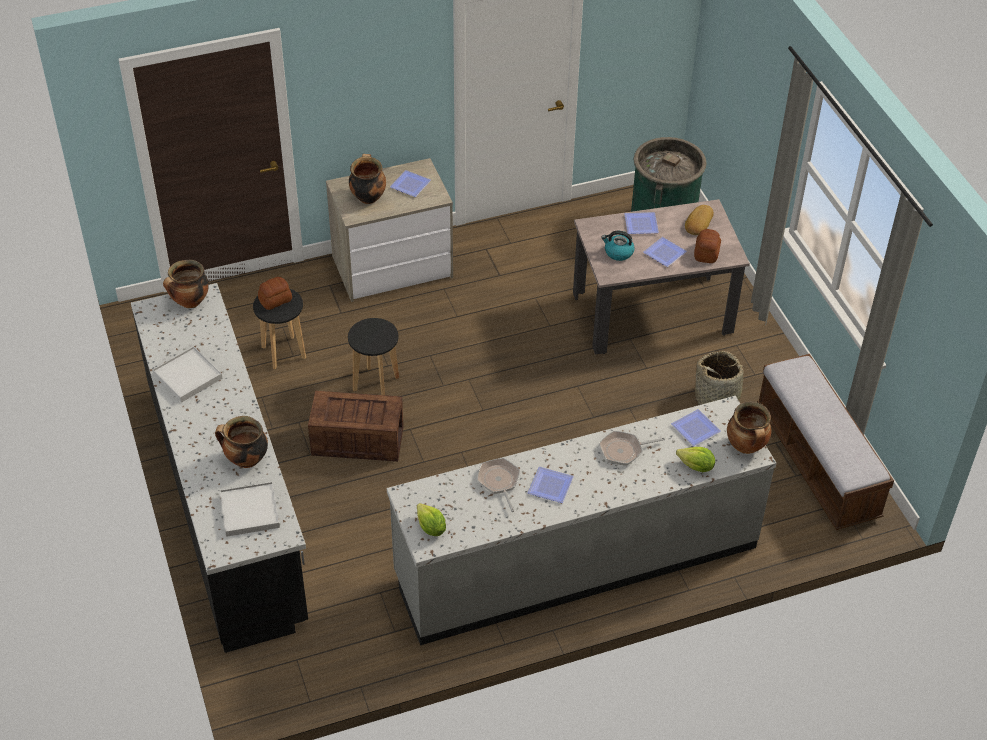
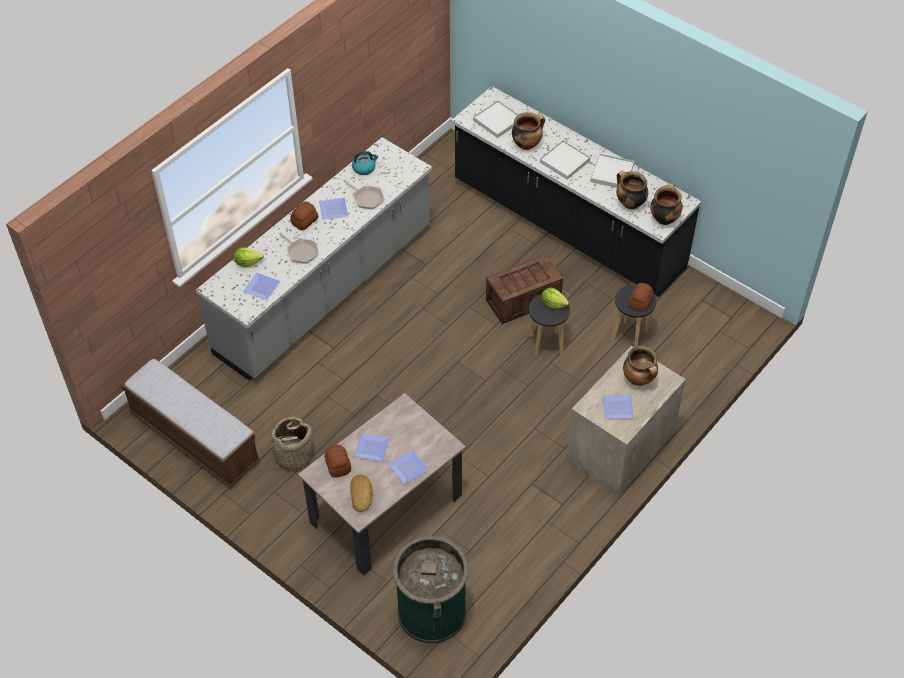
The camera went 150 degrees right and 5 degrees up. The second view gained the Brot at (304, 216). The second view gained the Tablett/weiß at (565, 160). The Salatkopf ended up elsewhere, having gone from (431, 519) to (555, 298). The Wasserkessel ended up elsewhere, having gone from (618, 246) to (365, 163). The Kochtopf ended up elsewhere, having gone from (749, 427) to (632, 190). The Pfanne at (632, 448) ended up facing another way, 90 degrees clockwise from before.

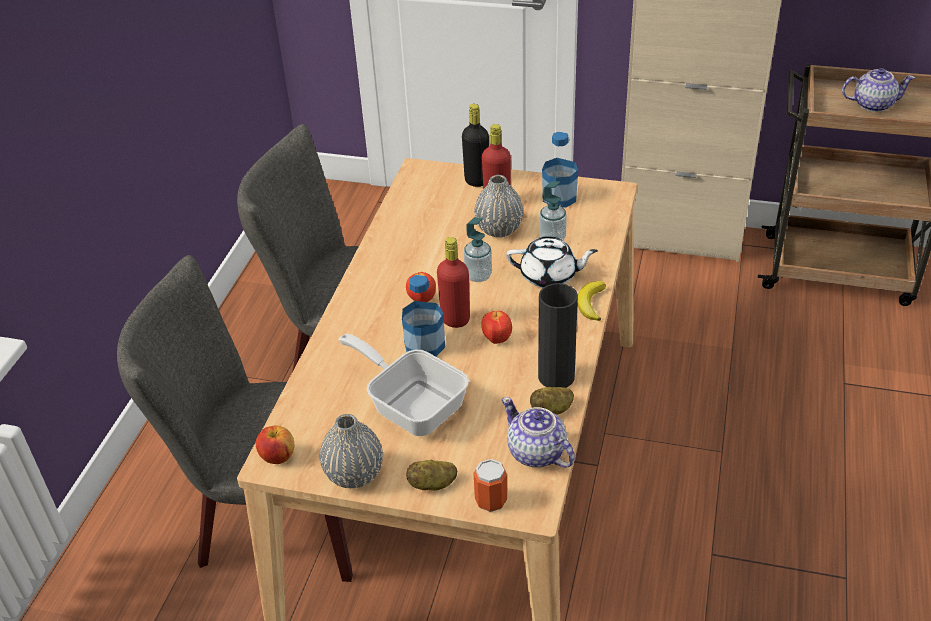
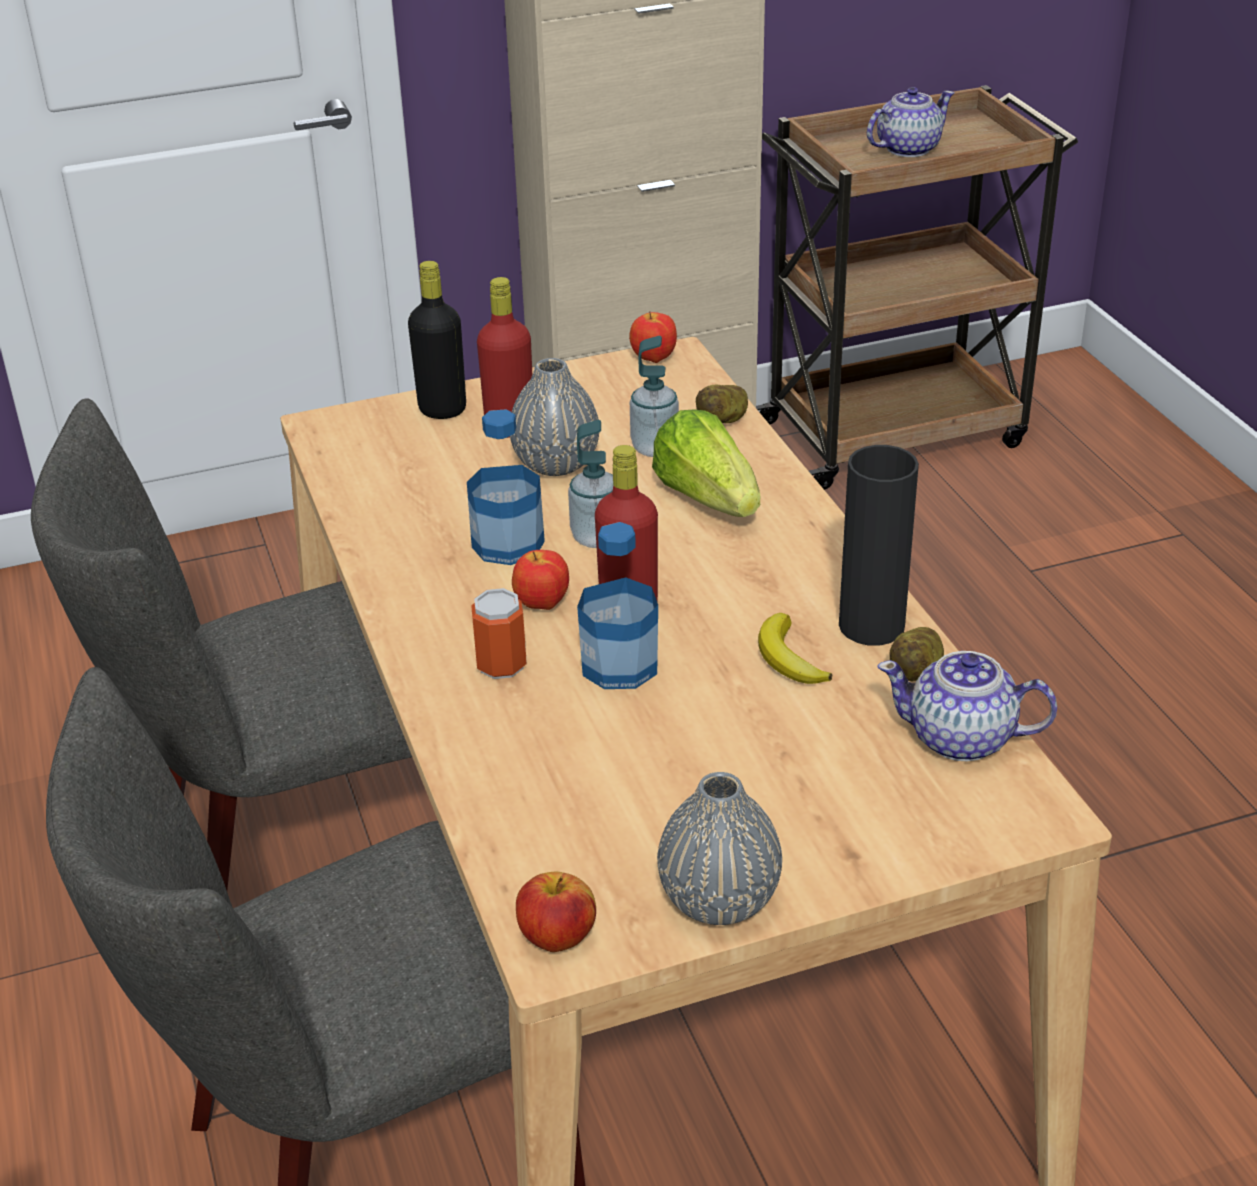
The camera went 35 degrees left and 5 degrees down. The second view lost the Pfanne at (403, 385). The Kartoffel ended up elsewhere, having gone from (431, 475) to (722, 404). The Dose ended up elsewhere, having gone from (490, 485) to (499, 633). The Apfel ended up elsewhere, having gone from (496, 327) to (653, 337). The Flasche ended up elsewhere, having gone from (560, 169) to (506, 487). The Banane ended up elsewhere, having gone from (591, 301) to (795, 648). Where the Teekanne/weiß stood at (552, 262), the Salatkopf came to stand at (706, 463).

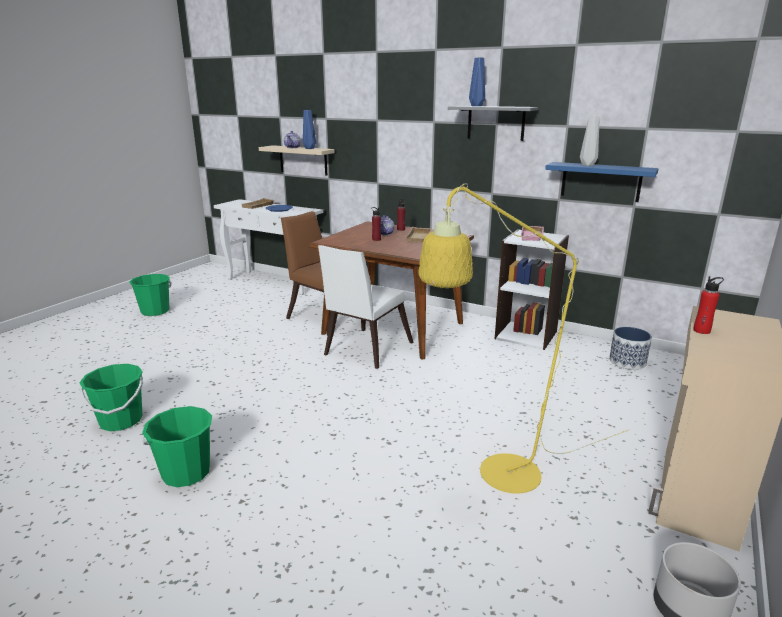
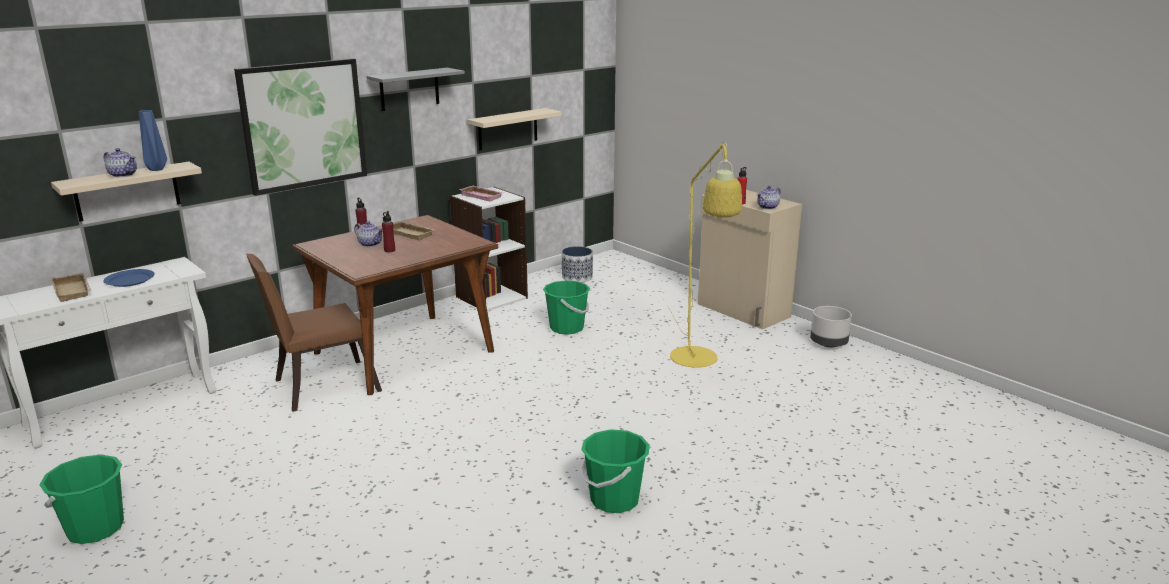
The camera went 70 degrees left and 0 degrees up. The second view lost the Stuhl/weiß at (365, 307). The second view lost the Vase/blau at (477, 82). The second view lost the Vase/grau at (590, 141). The second view gained the Bild at (300, 127). The second view gained the Teekanne at (769, 198). The Eimer/grün ended up elsewhere, having gone from (111, 397) to (566, 307). What was the Wandregal/blau at (602, 182) turned into the Wandregal/beige at (514, 129).

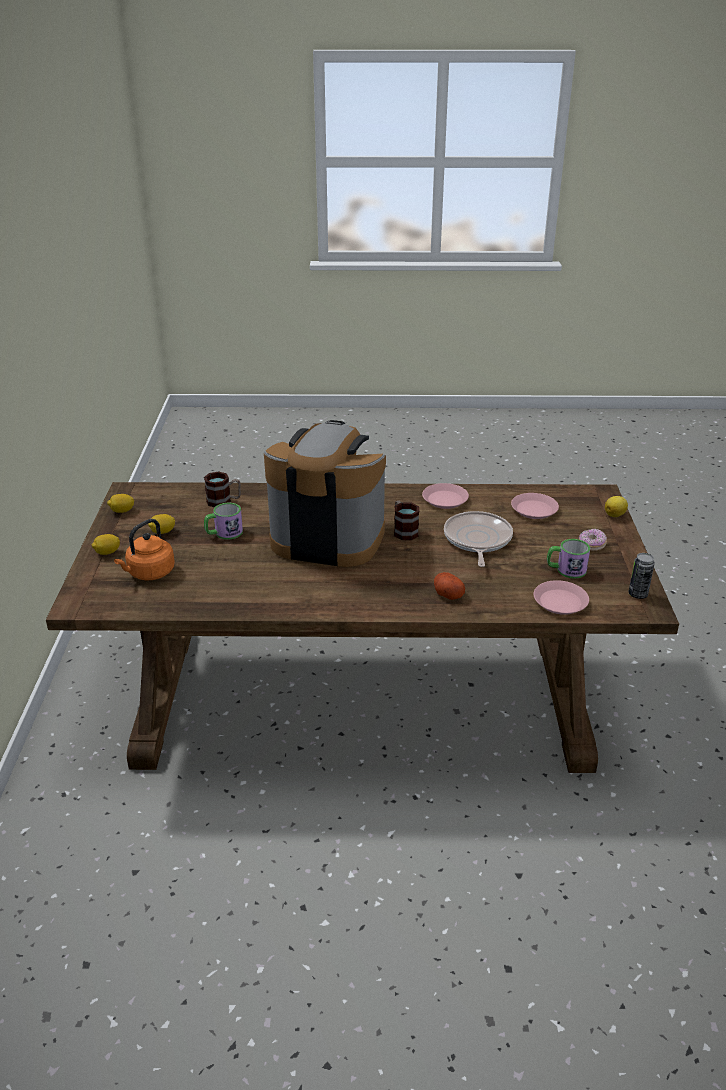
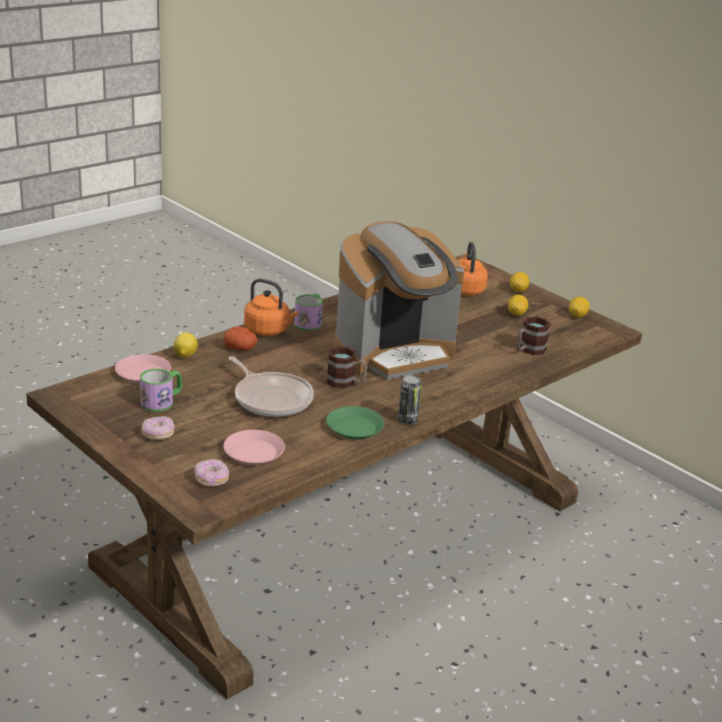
The camera went 135 degrees right and 5 degrees down. The second view gained the Donut at (211, 473). The second view gained the Wasserkessel/orange at (271, 307). The Henkelbecher ended up elsewhere, having gone from (223, 521) to (308, 312). The Zitrone ended up elsewhere, having gone from (616, 506) to (186, 345). The Dose ended up elsewhere, having gone from (642, 576) to (410, 399). What was the Teller/rosa at (445, 496) turned into the Teller/grün at (355, 422).

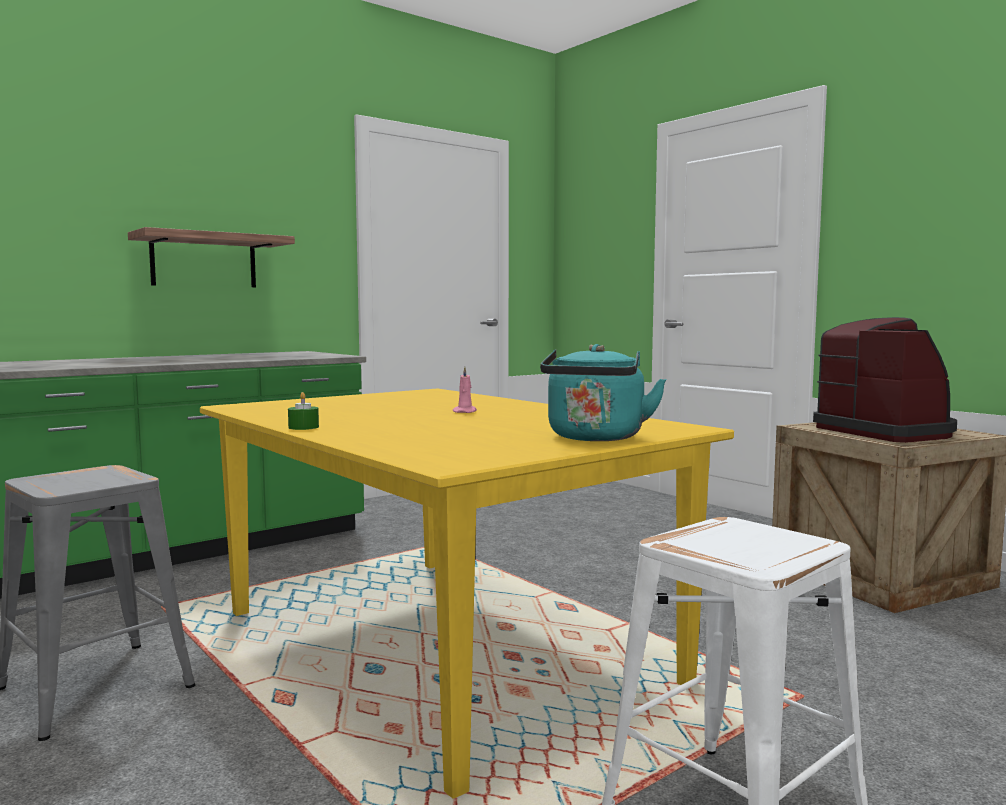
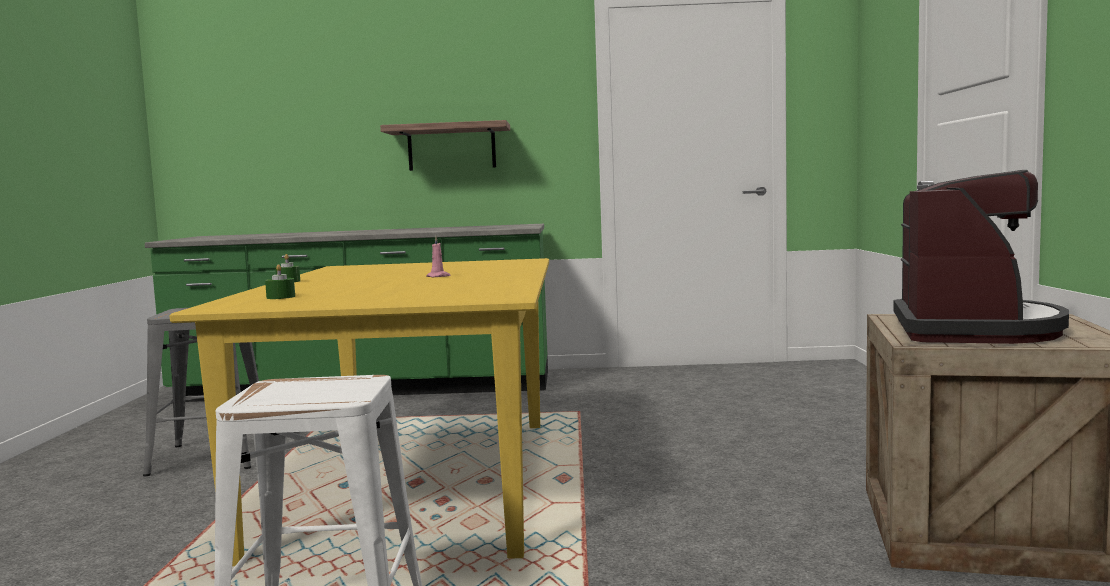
The camera went 40 degrees right and 0 degrees up. The second view lost the Wasserkessel/türkis at (603, 392). The second view gained the Kerze/grün at (280, 281).

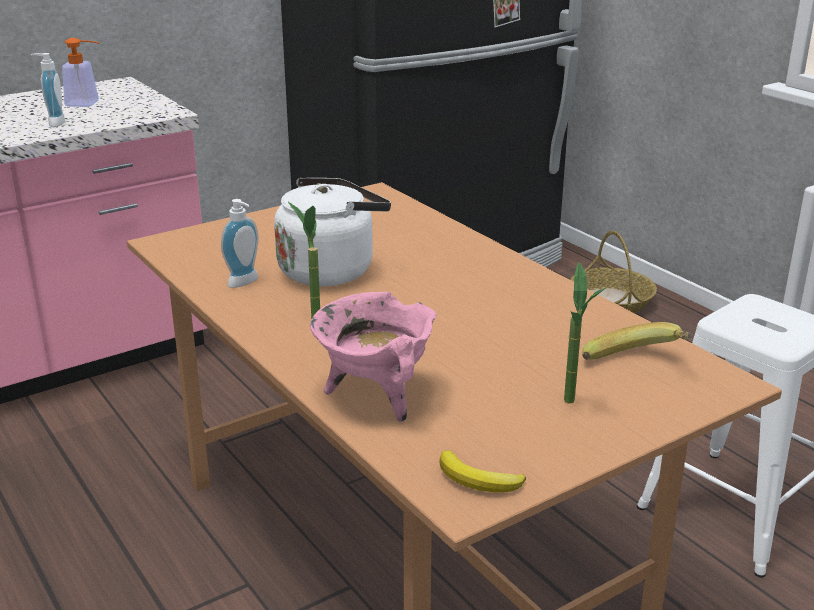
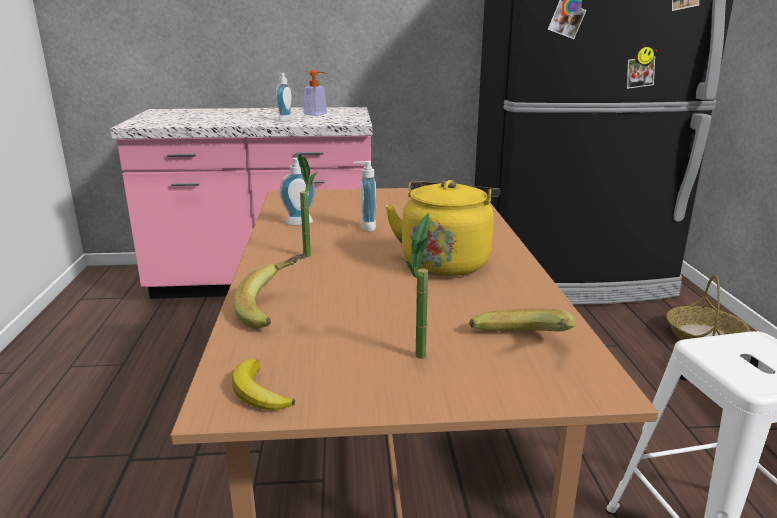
The camera went 30 degrees right and 5 degrees down. The second view gained the Wasserkessel/gelb at (442, 228). Where the Wasserkessel/weiß stood at (332, 232), the Seifenspender came to stand at (364, 196). Where the Kochtopf/rosa stood at (372, 357), the Banane came to stand at (269, 291).

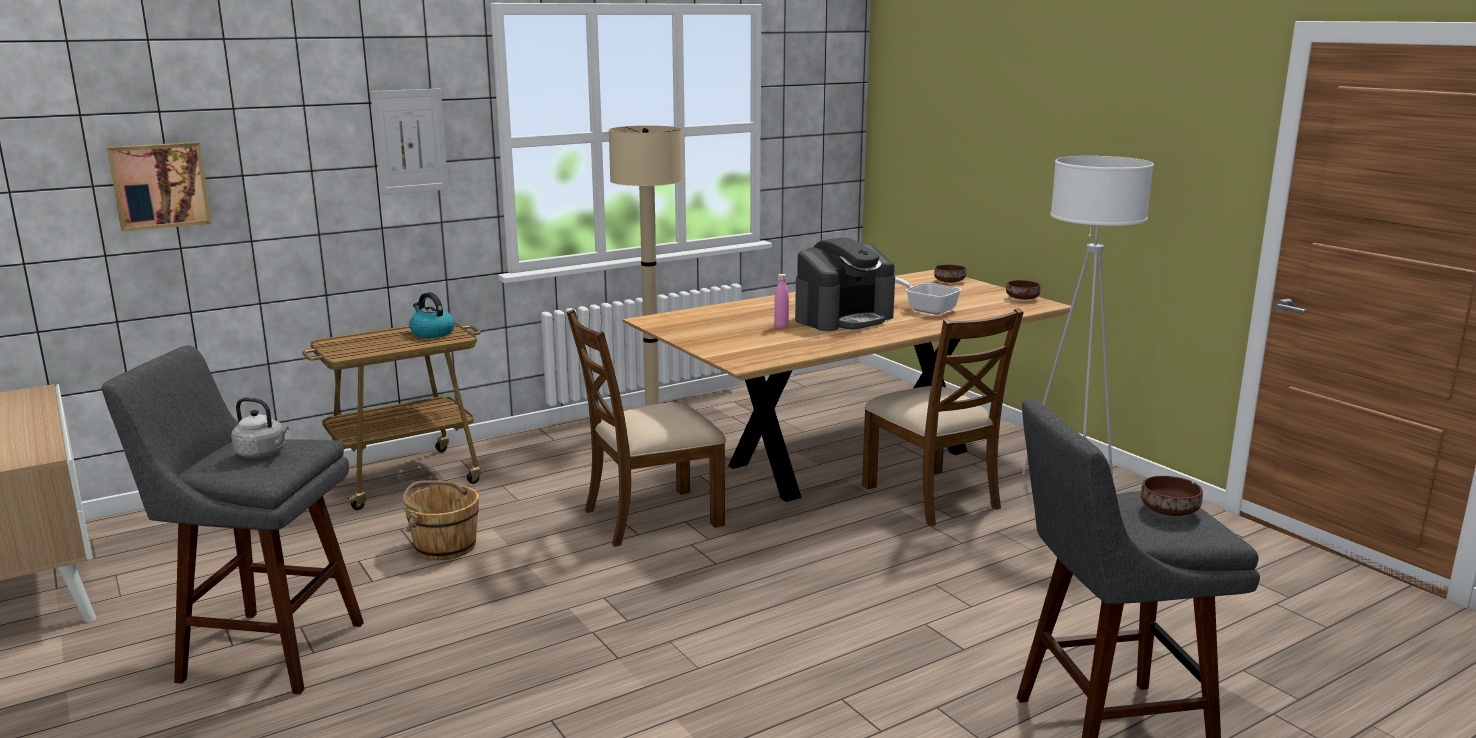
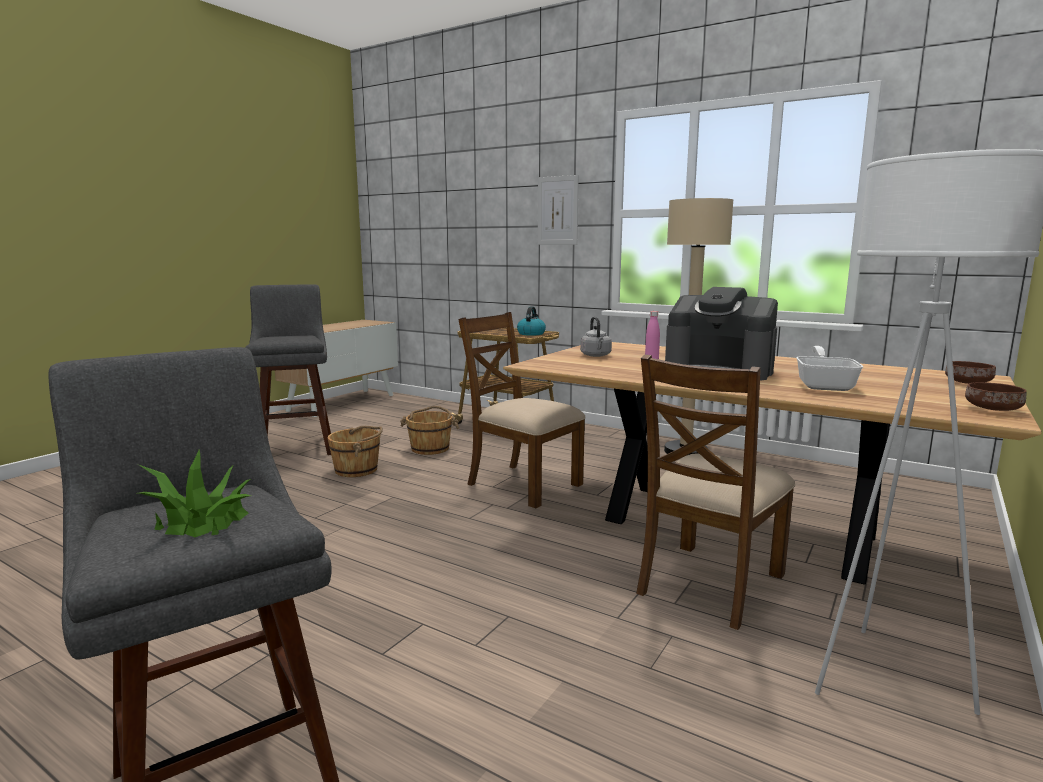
The camera went 65 degrees right and 5 degrees down. The second view lost the Bild at (159, 187). The second view gained the Eimer/braun at (355, 451). The Wasserkessel/grau ended up elsewhere, having gone from (260, 428) to (596, 337). Where the Schüssel/braun stood at (1172, 496), the Topfpflanze came to stand at (194, 493).

